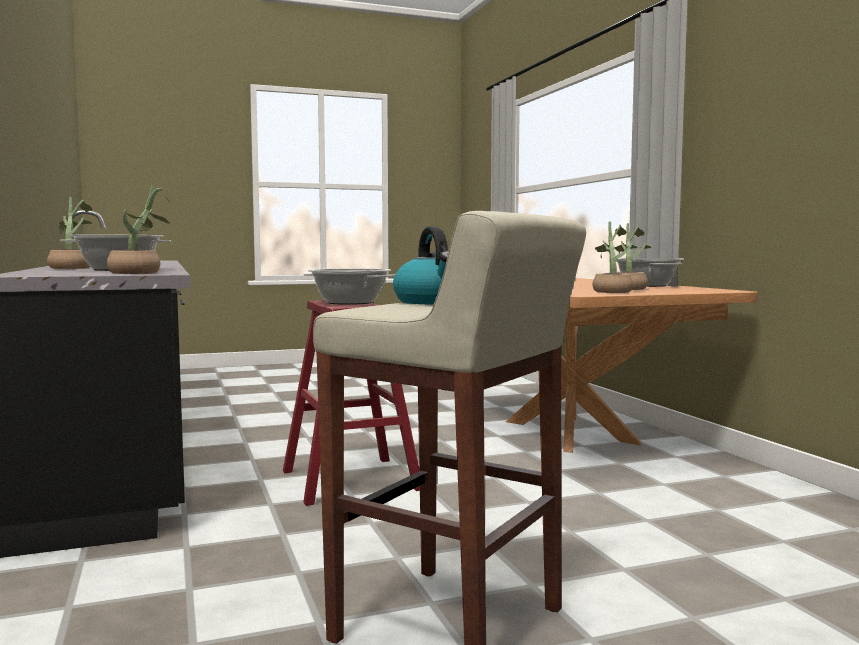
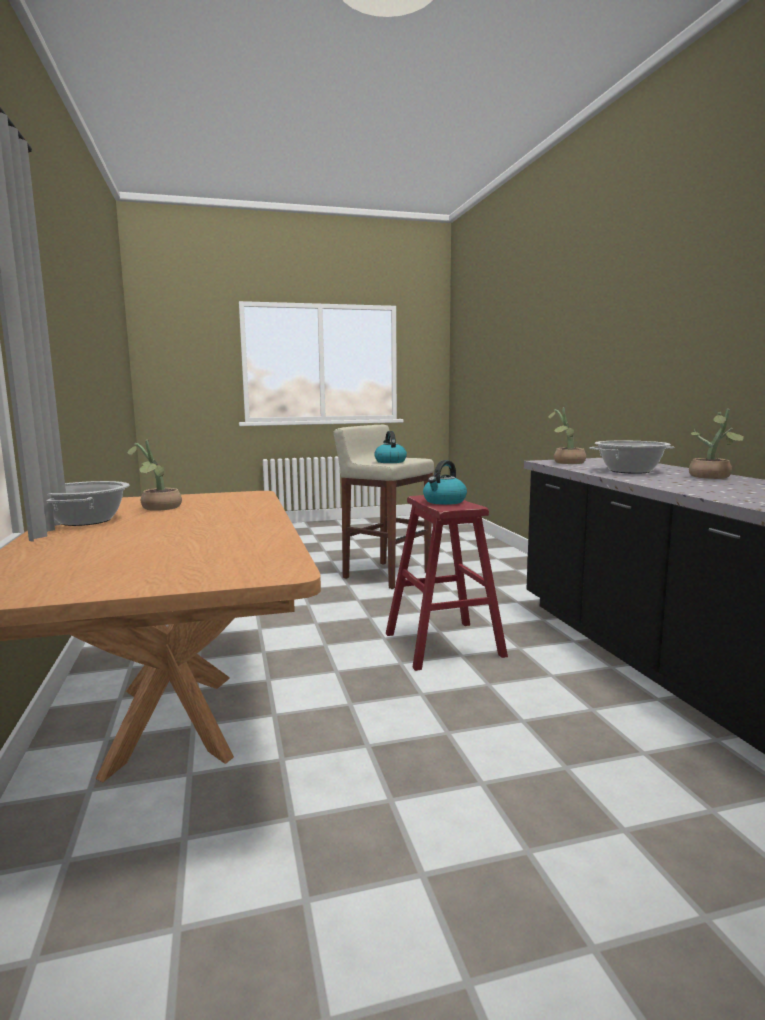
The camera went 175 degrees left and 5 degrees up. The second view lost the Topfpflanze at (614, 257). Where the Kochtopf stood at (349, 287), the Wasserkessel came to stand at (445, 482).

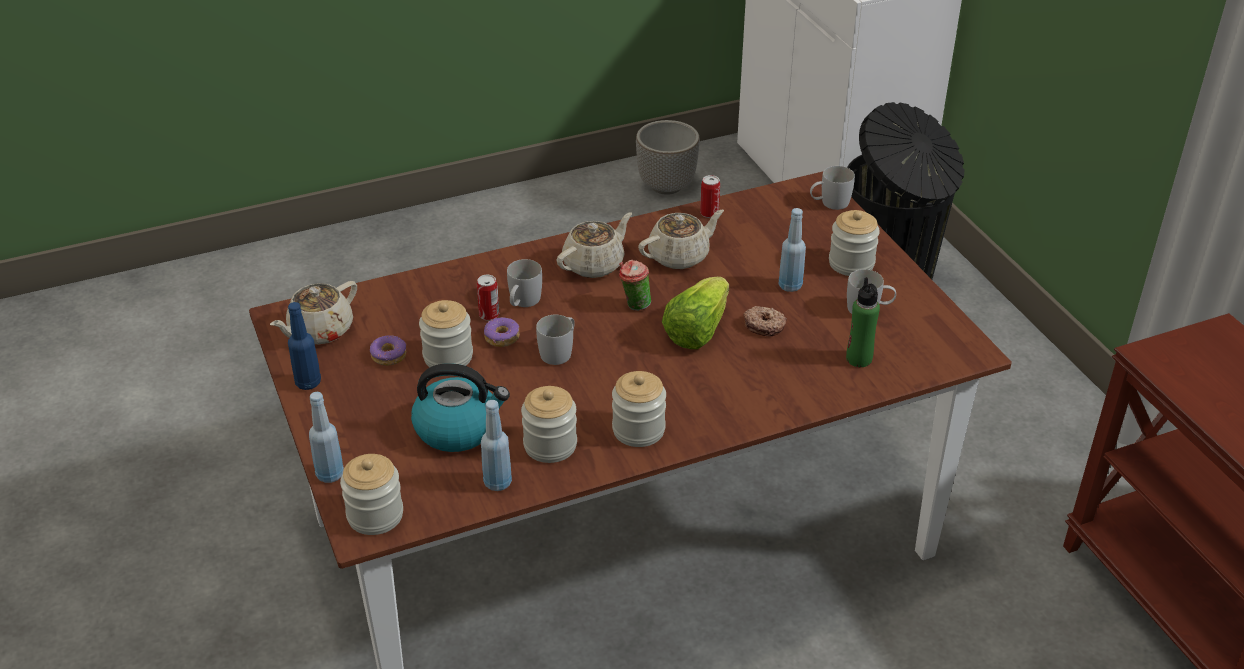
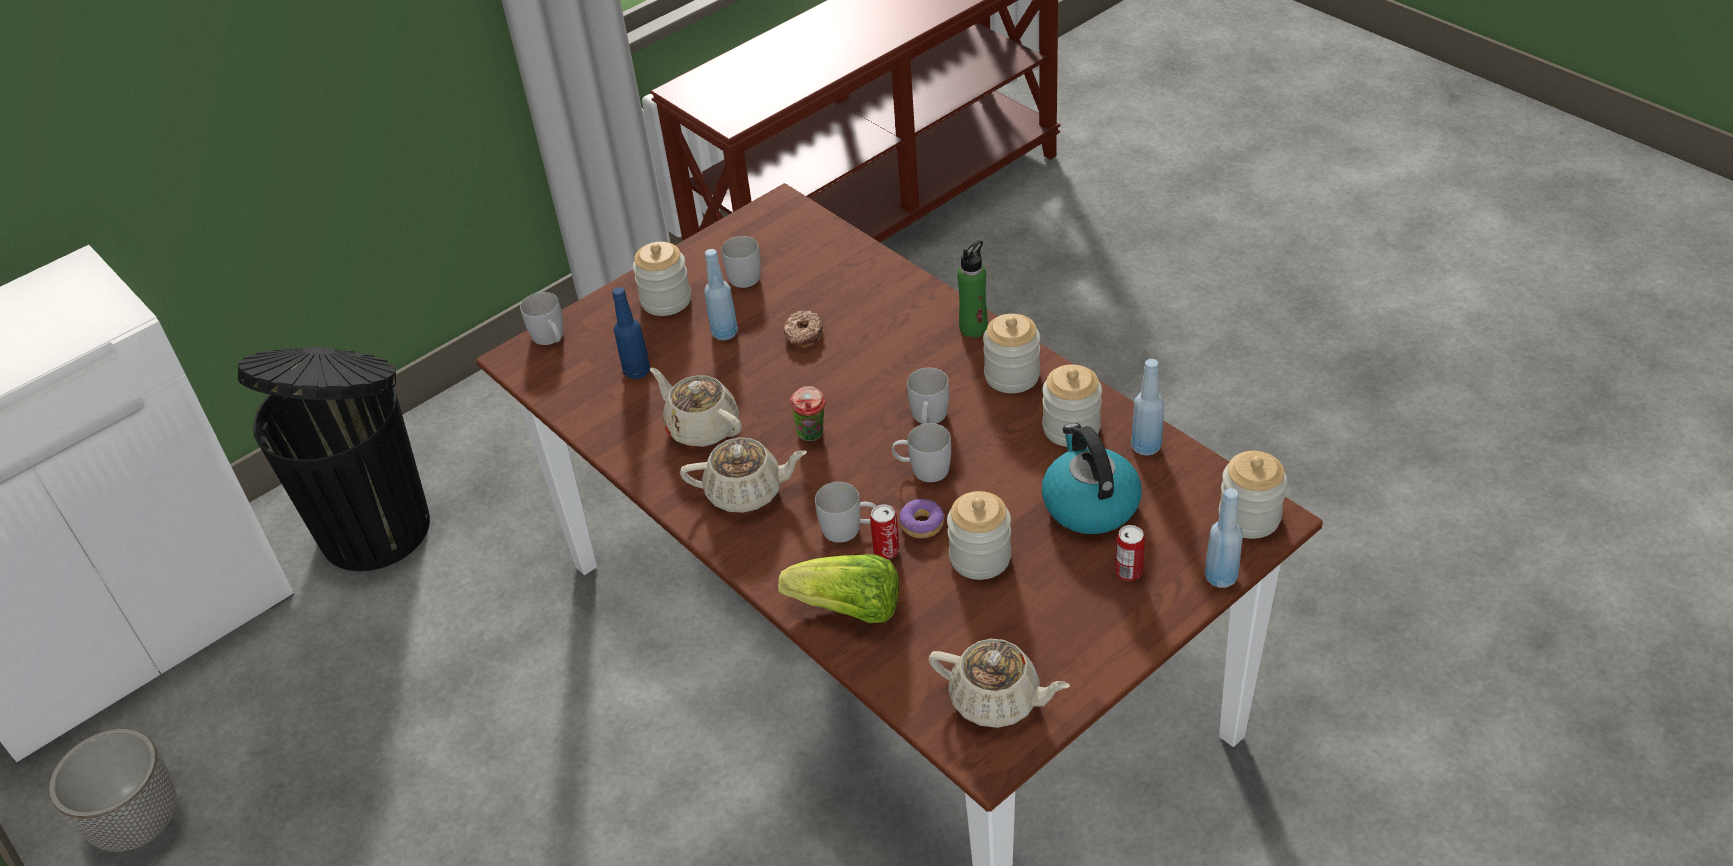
The camera went 105 degrees left and 5 degrees up. The second view lost the Donut at (388, 350). The second view gained the Henkelbecher/weiß at (928, 396). The Flasche/blau ended up elsewhere, having gone from (304, 346) to (631, 333). The Salatkopf ended up elsewhere, having gone from (695, 313) to (838, 588). The Dose ended up elsewhere, having gone from (710, 196) to (1130, 553). The Flasche/grün ended up elsewhere, having gone from (863, 322) to (972, 289). The Teekanne/beige at (594, 245) ended up facing another way, 150 degrees clockwise from before.

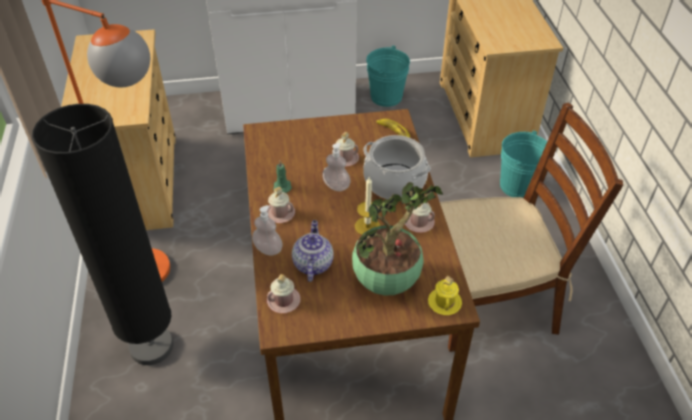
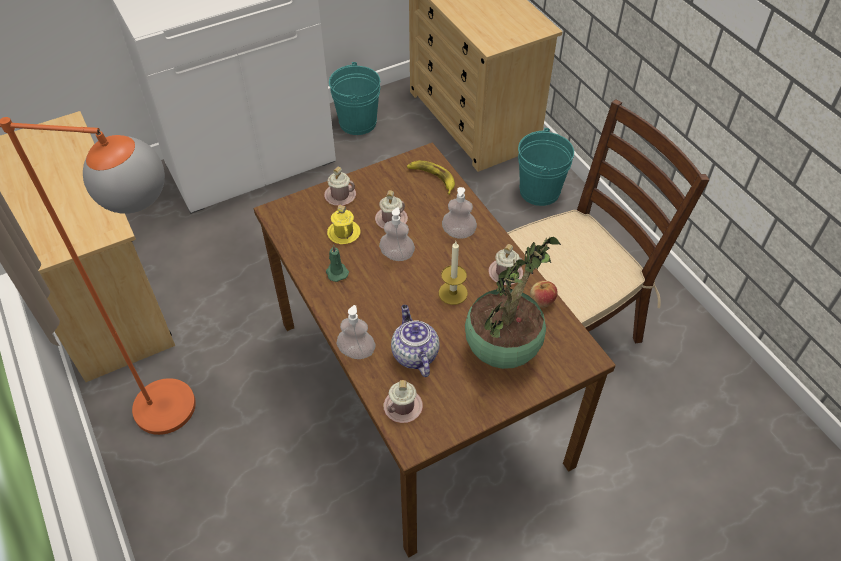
The camera went 20 degrees left and 5 degrees up. The second view lost the Stehlampe/schwarz at (102, 234). The second view gained the Apfel at (544, 294). The Henkelbecher/rosa ended up elsewhere, having gone from (281, 205) to (340, 186). The Henkelbecher/gelb ended up elsewhere, having gone from (445, 295) to (343, 224). Where the Kochtopf stood at (397, 167), the Seifenspender came to stand at (459, 213).

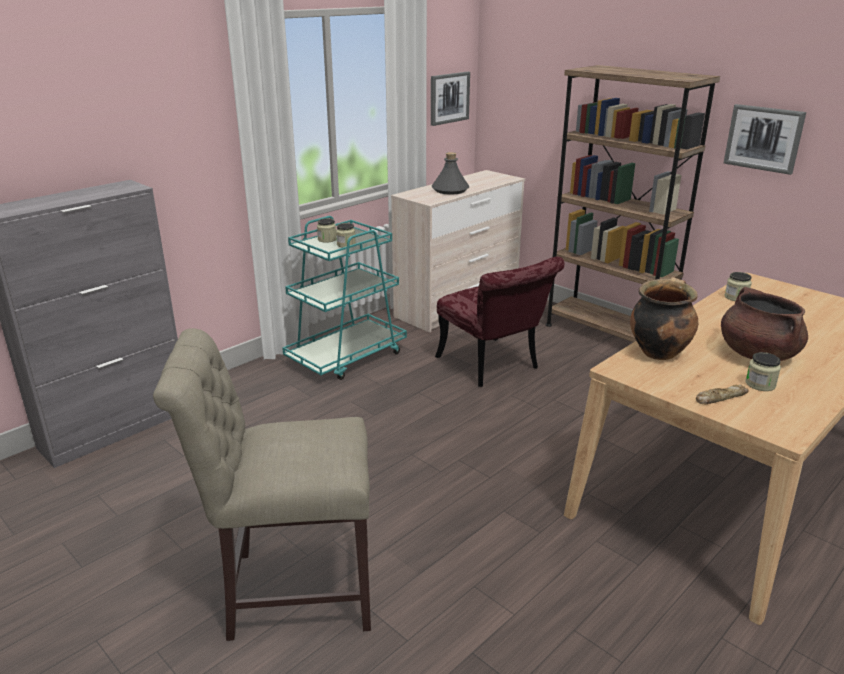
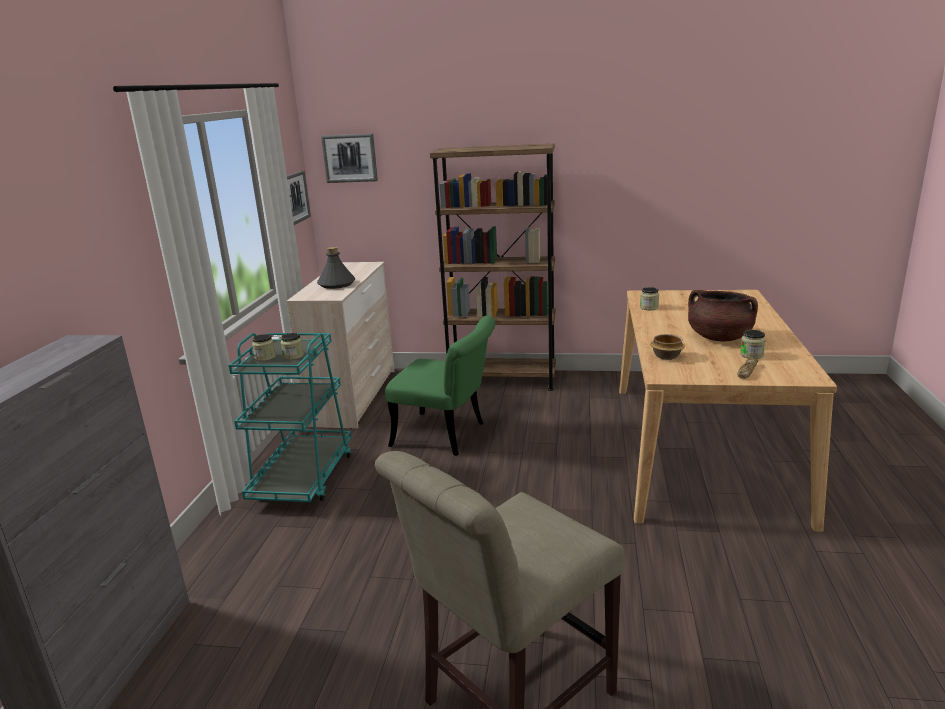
The camera went 35 degrees left and 5 degrees down. The Bild ended up elsewhere, having gone from (765, 139) to (349, 158). Where the Kochtopf stood at (664, 318), the Schüssel came to stand at (667, 347). What was the Stuhl/rot at (499, 321) turned into the Stuhl/grün at (440, 385).

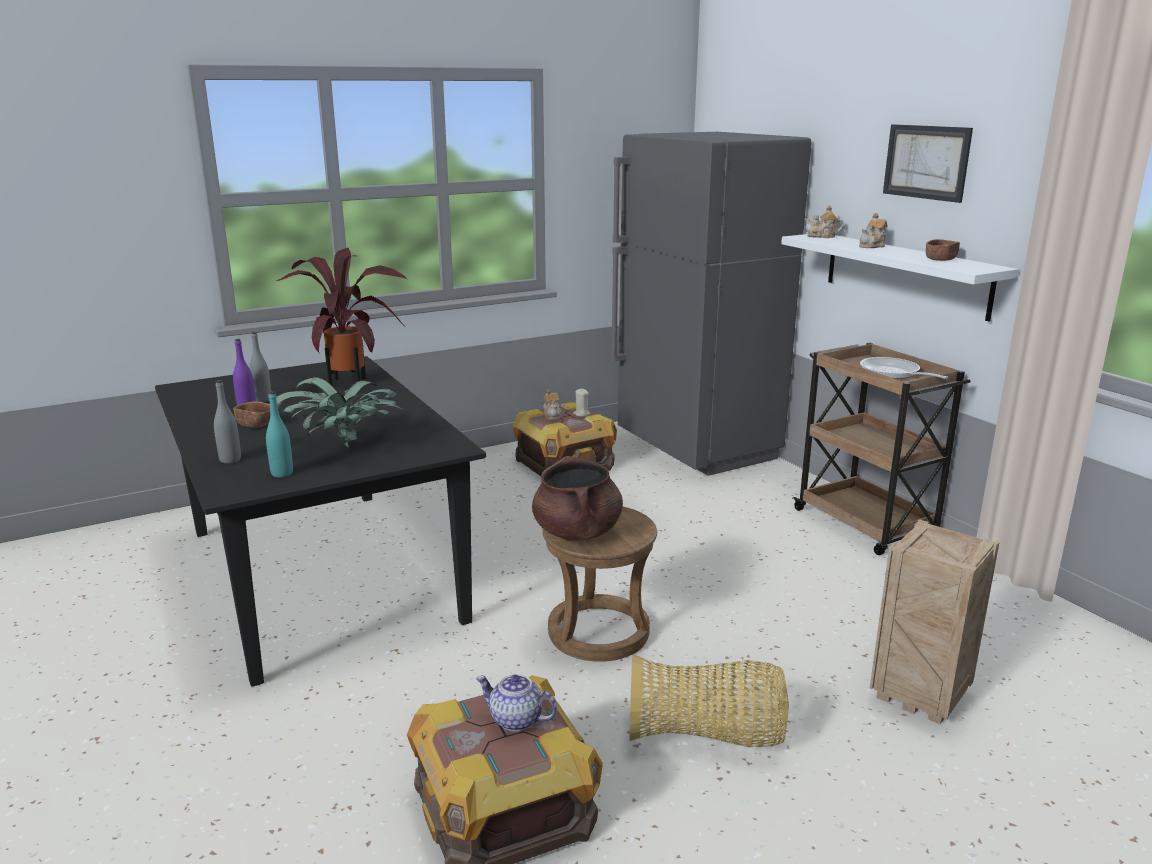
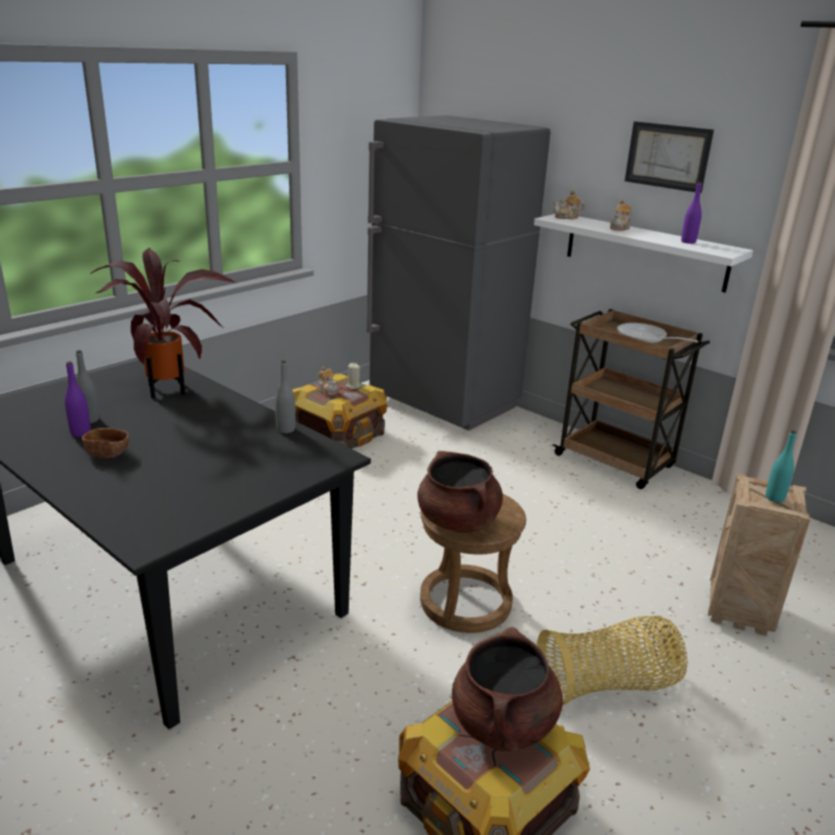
The camera went 20 degrees left and 5 degrees up. The second view lost the Topfpflanze at (341, 412). The Flasche/grau ended up elsewhere, having gone from (227, 421) to (285, 396). The Flasche/türkis ended up elsewhere, having gone from (279, 434) to (781, 466). Where the Teekanne stood at (516, 703), the Kochtopf/braun came to stand at (507, 689). Where the Schüssel/braun stood at (943, 250), the Flasche/lila came to stand at (691, 213).

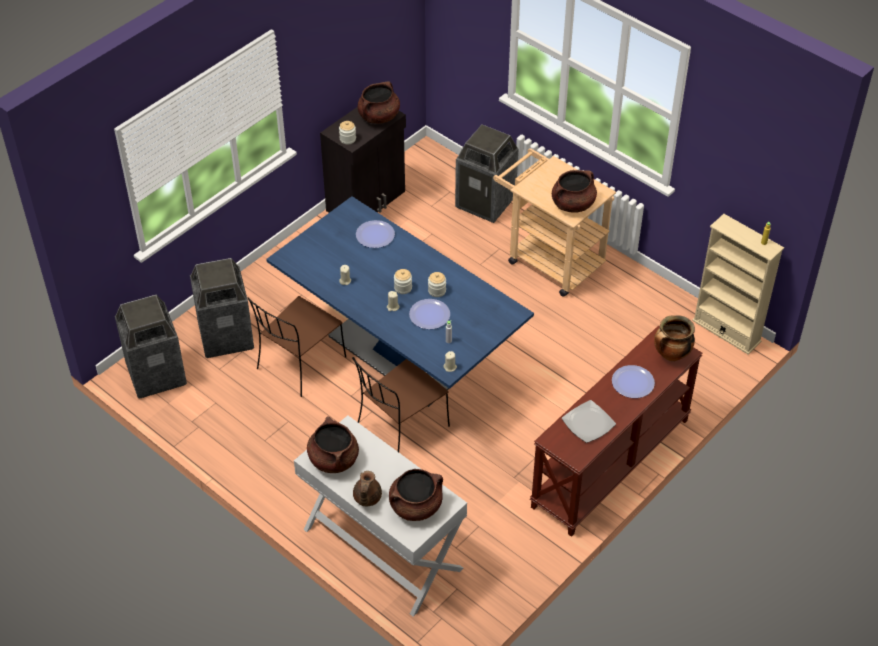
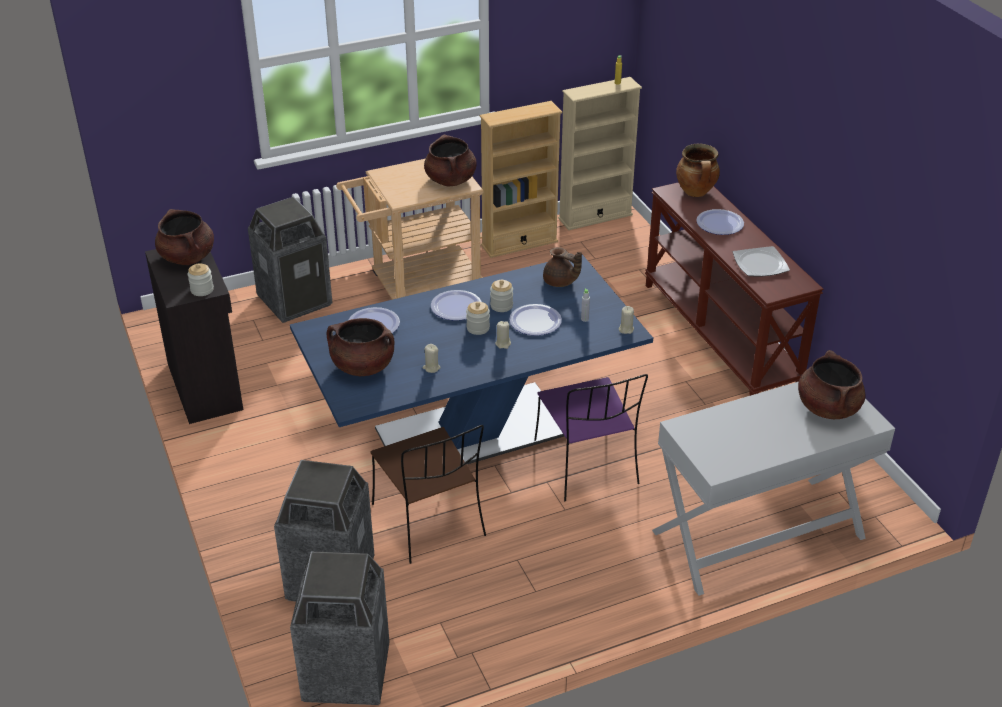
The camera went 65 degrees left and 10 degrees down. The second view gained the Teller at (456, 305). The second view gained the Bücherregal/beige at (521, 179). The Kochtopf/braun ended up elsewhere, having gone from (333, 444) to (360, 347). The Teekanne/braun ended up elsewhere, having gone from (367, 488) to (562, 267). What was the Stuhl/braun at (401, 404) turned into the Stuhl/lila at (591, 437).

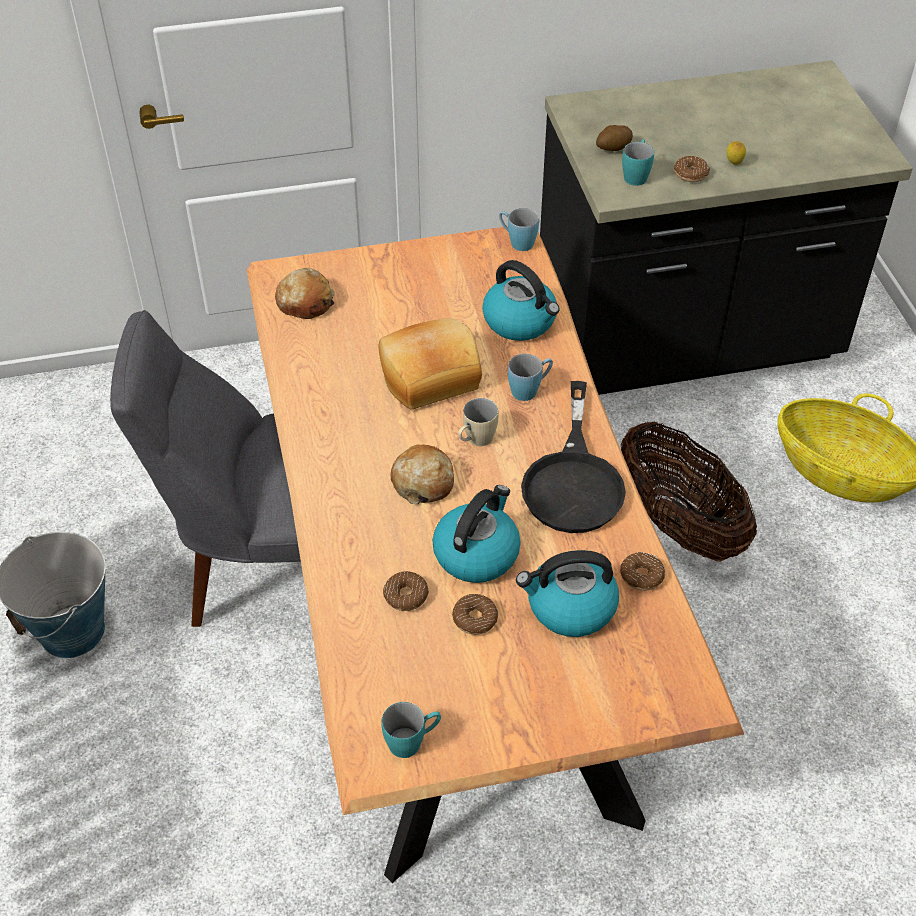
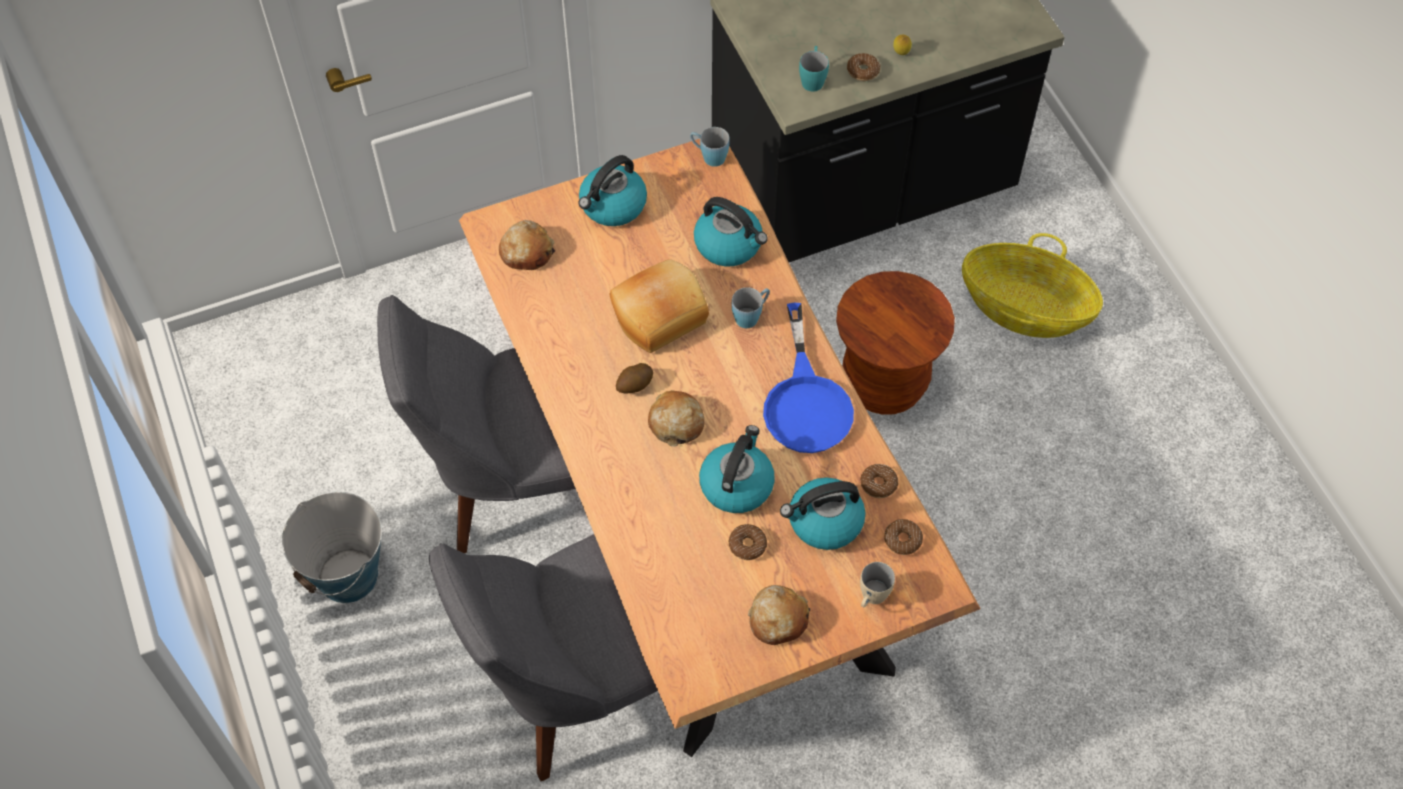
The camera went 10 degrees left and 10 degrees up. The second view lost the Henkelbecher/türkis at (411, 730). The second view gained the Stuhl/grau at (543, 657). The second view gained the Wasserkessel at (613, 190). The second view gained the Brot at (779, 615). The Donut ended up elsewhere, having gone from (406, 591) to (903, 537). The Henkelbecher/beige ended up elsewhere, having gone from (478, 422) to (877, 584). The Kartoffel ended up elsewhere, having gone from (614, 138) to (634, 378). Where the Korb stood at (689, 491), the Hocker/braun came to stand at (895, 343). What was the Pfanne/schwarz at (573, 457) turned into the Pfanne/blau at (808, 378).

